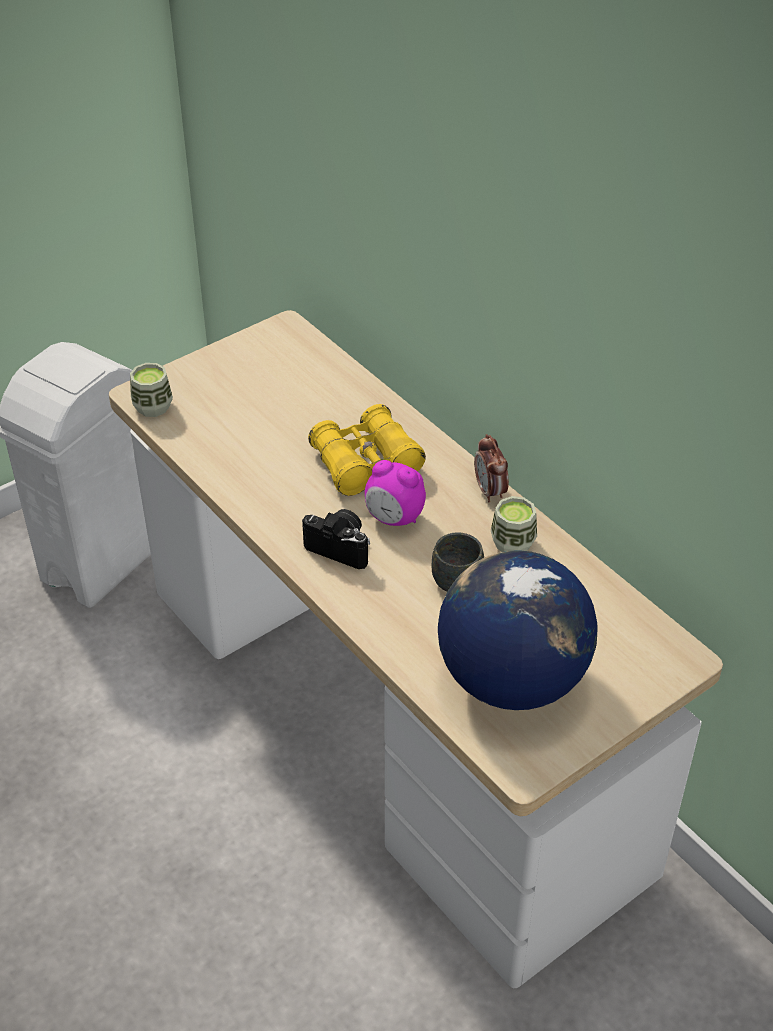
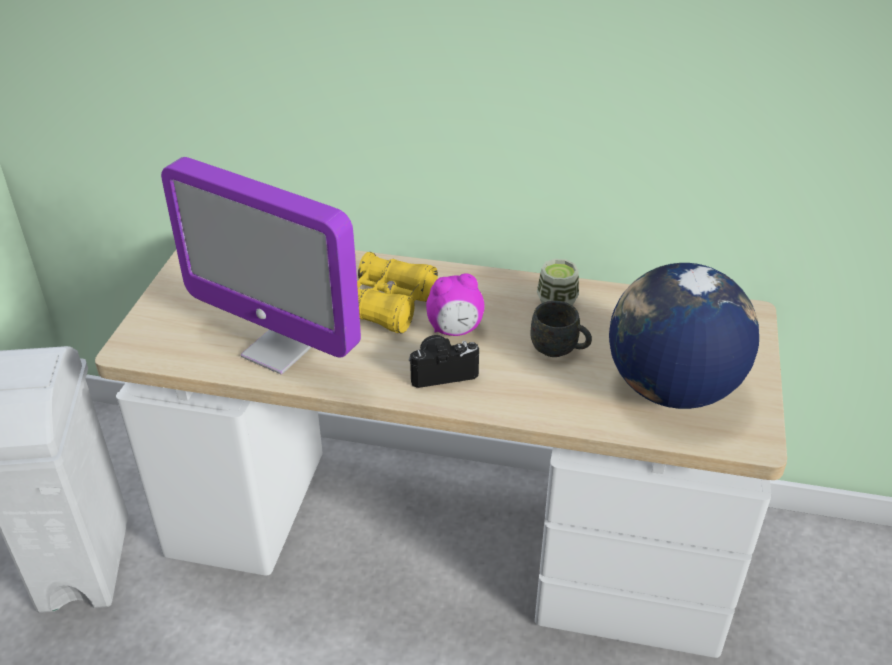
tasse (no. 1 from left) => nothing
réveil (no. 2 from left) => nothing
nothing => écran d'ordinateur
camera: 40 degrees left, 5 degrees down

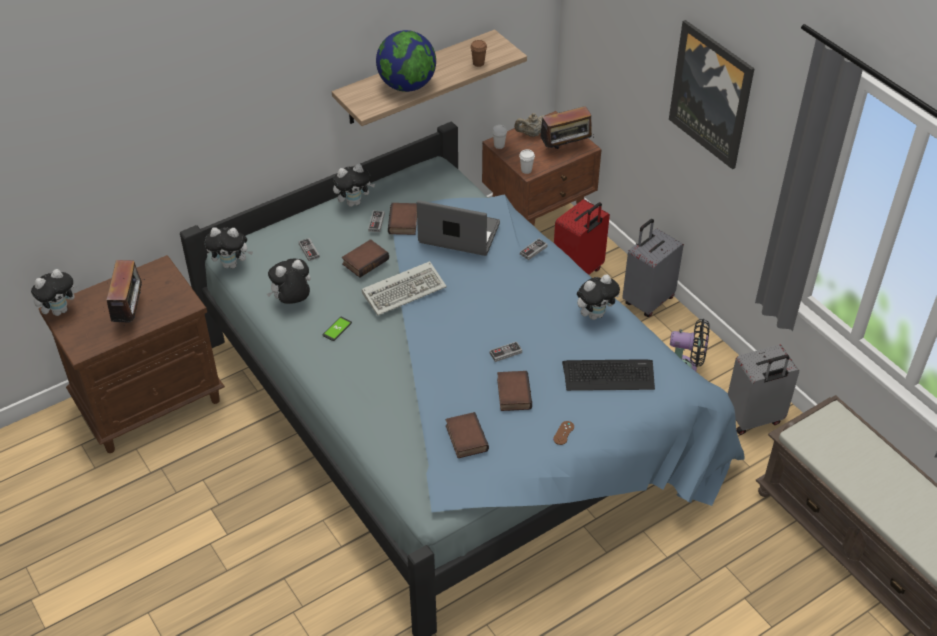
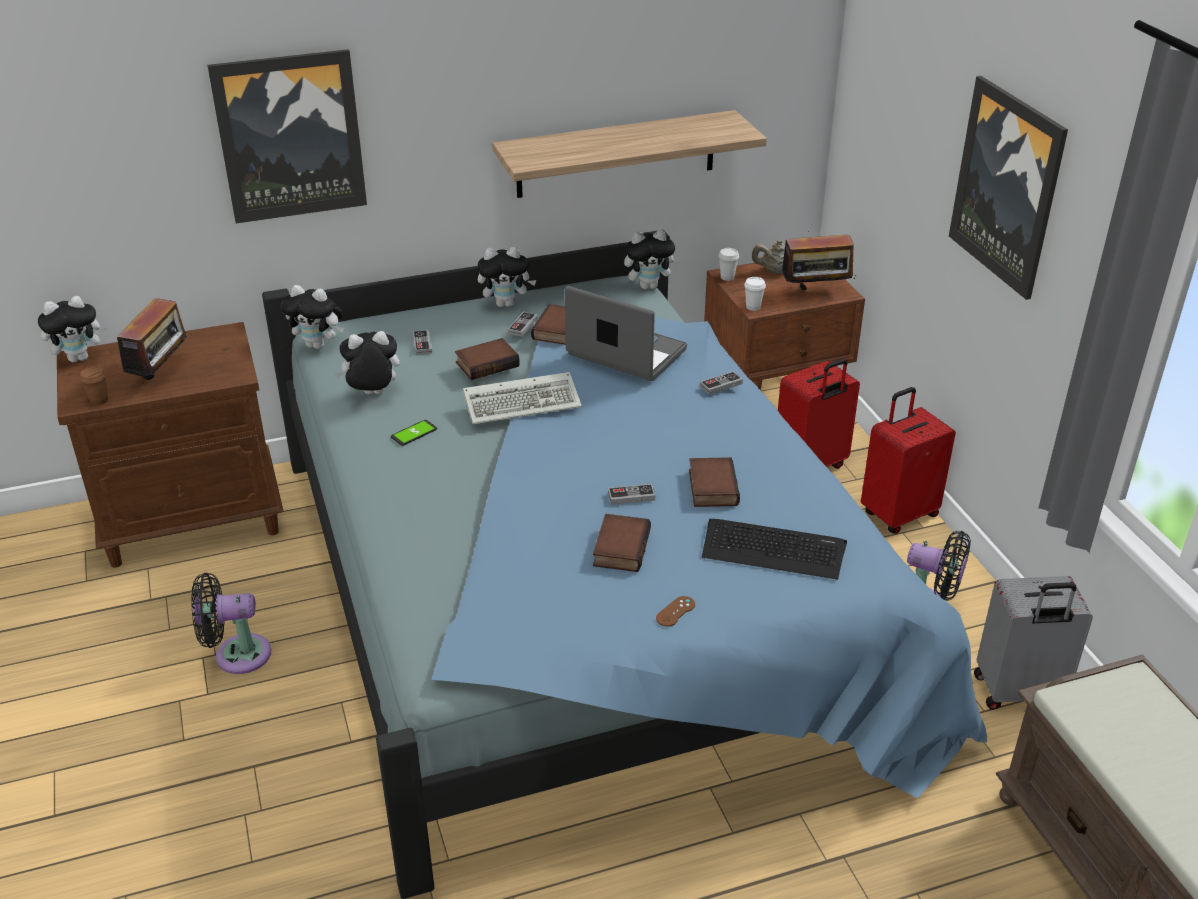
globe => nothing
nothing => ventilateur (noir) (no. 1 from left)
nothing => tableau (no. 1 from left)
livre (no. 3 from left in the first image) => livre (no. 4 from left), shifted
tasse (marron), shifted
peluche (no. 5 from left), shifted
valise (gris) (no. 1 from left) => valise (rouge) (no. 2 from left)
camera: 15 degrees right, 10 degrees down

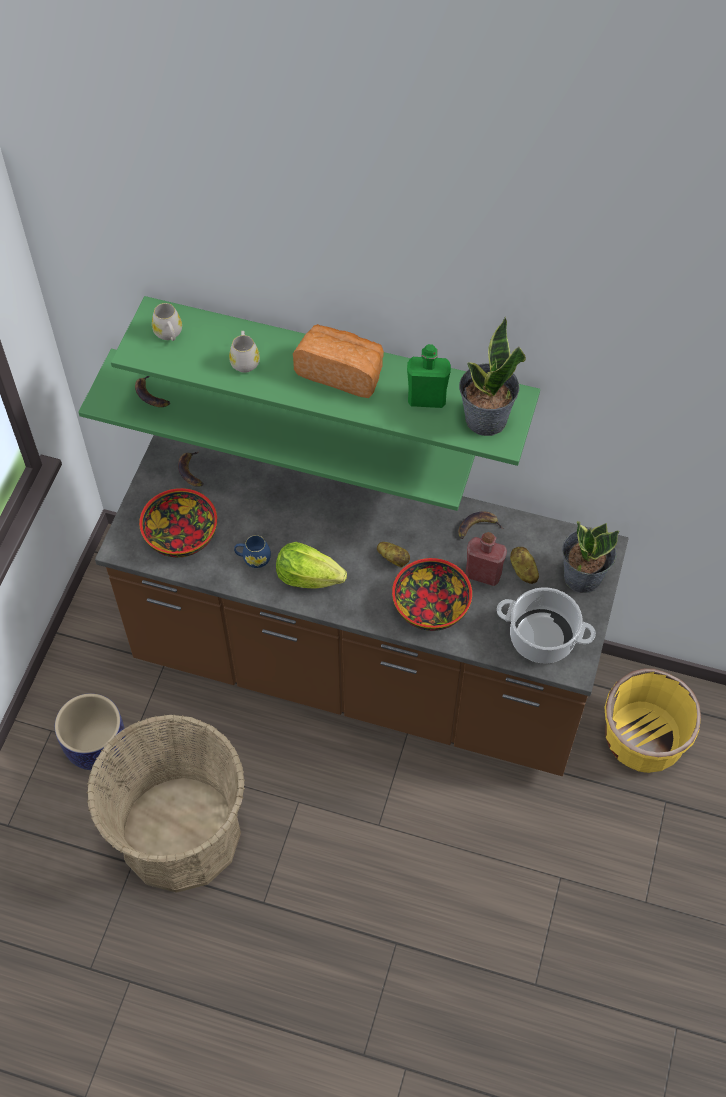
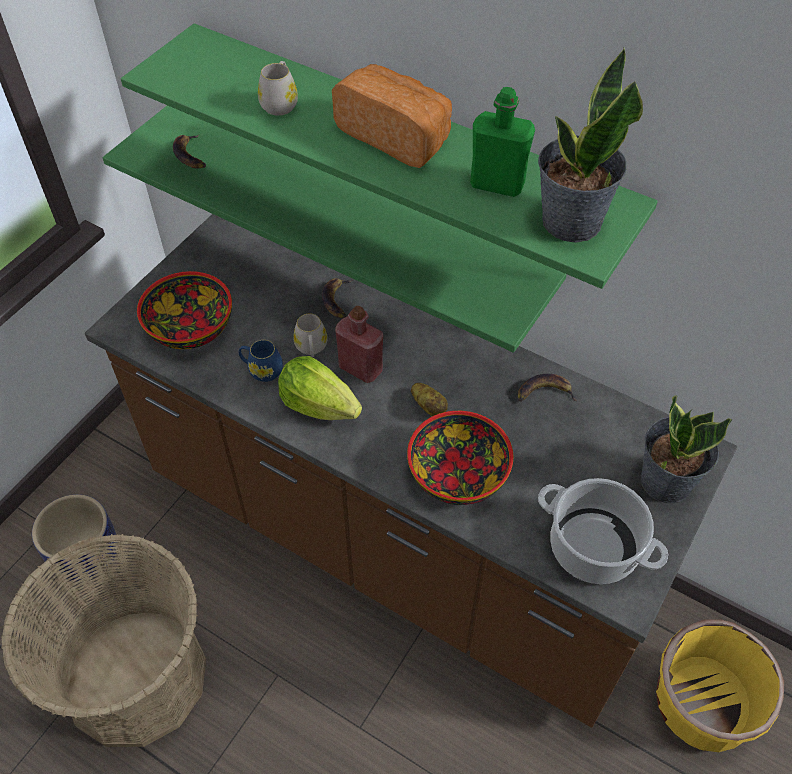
pomme de terre (no. 2 from left) => nothing
mug (blanc) (no. 1 from left in the first image) => mug (blanc) (no. 2 from left), shifted
banane (no. 2 from left), shifted
bouteille (rouge), shifted
camera: 15 degrees right, 5 degrees down

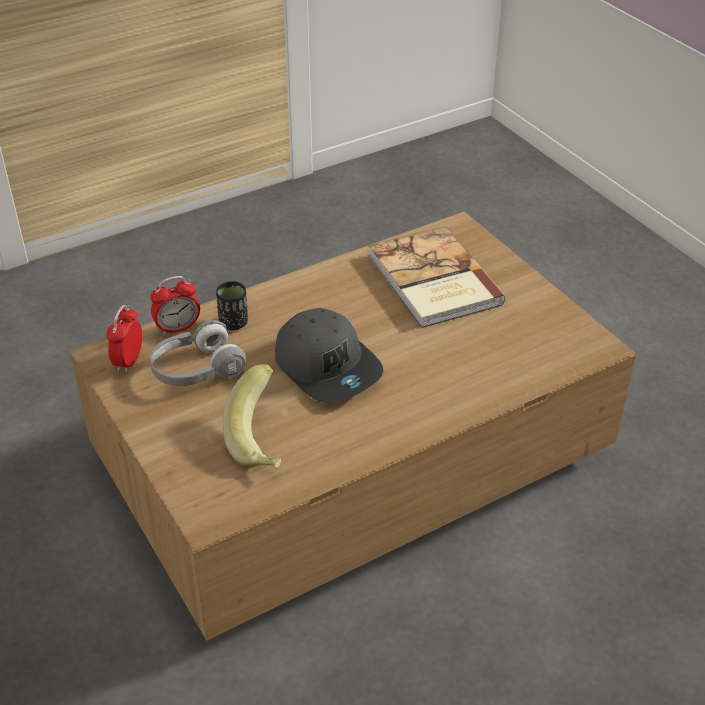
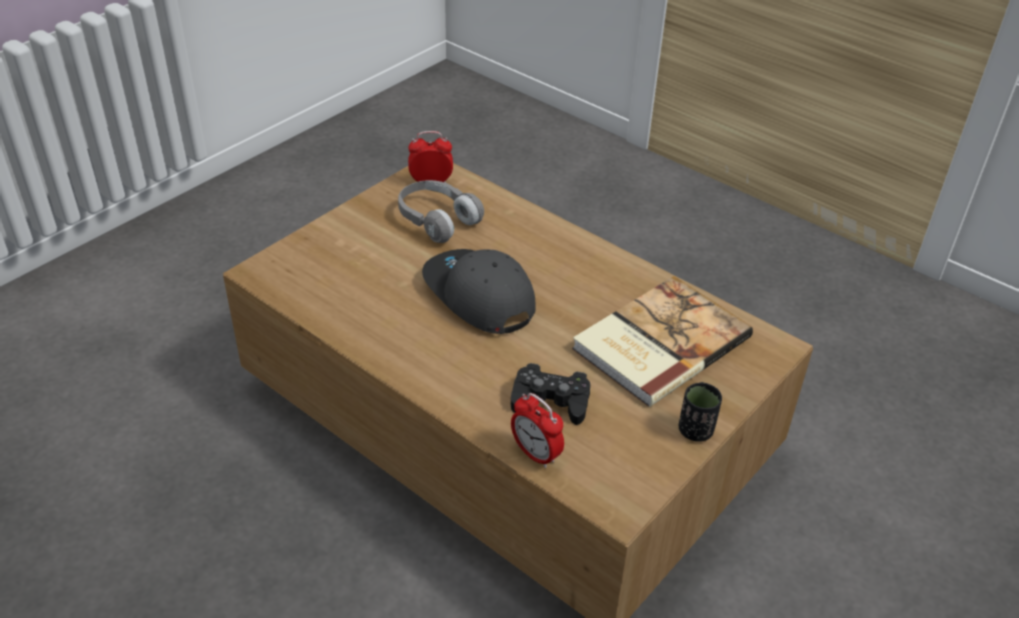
banane => nothing
nothing => manette (noir)
réveil (no. 2 from left), shifted
tasse (noir), shifted
casquette (gris), 105 degrees clockwise
camera: 70 degrees right, 0 degrees up

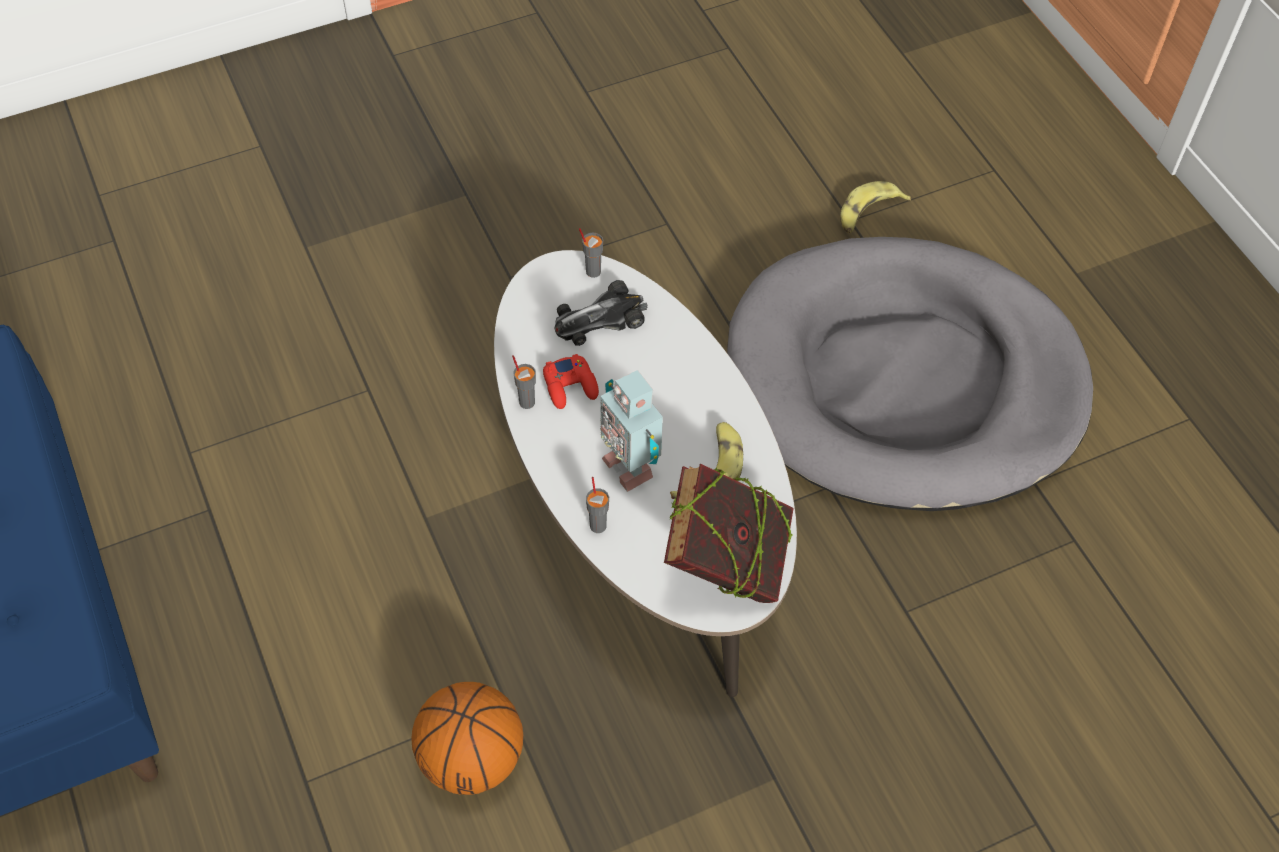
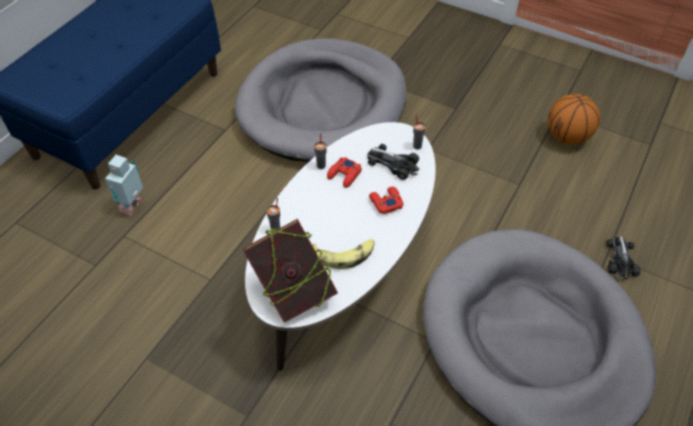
nothing => panier pour chien (gris) (no. 1 from left)
nothing => manette (rouge) (no. 2 from left)
ballon de basket, shifted
robot jouet, shifted
banane (no. 2 from left) => petite voiture (no. 2 from left)
camera: 55 degrees right, 5 degrees down

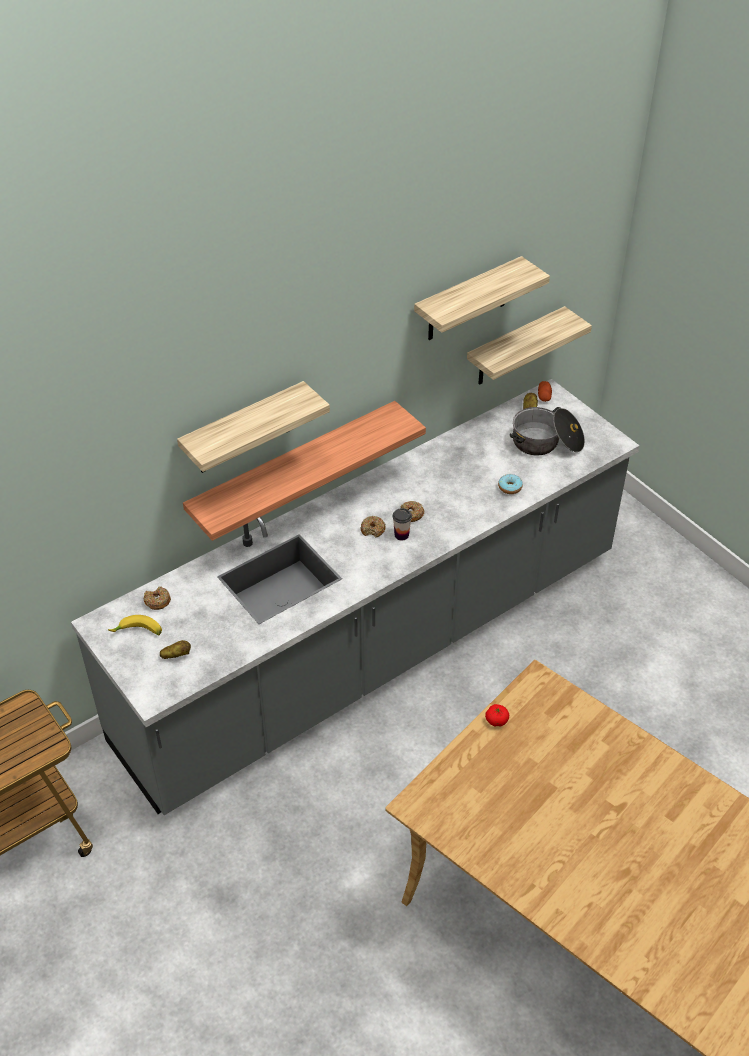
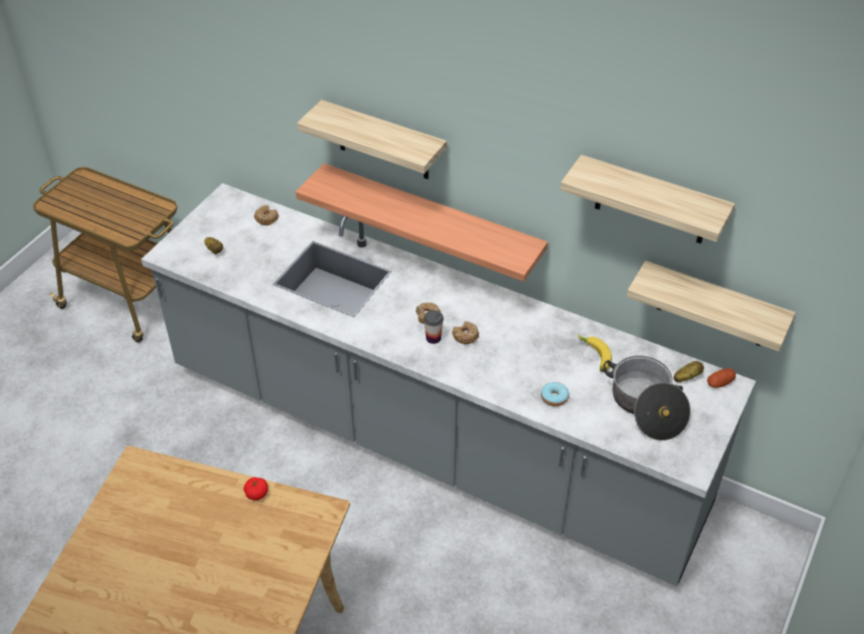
banane, shifted
camera: 65 degrees right, 0 degrees up

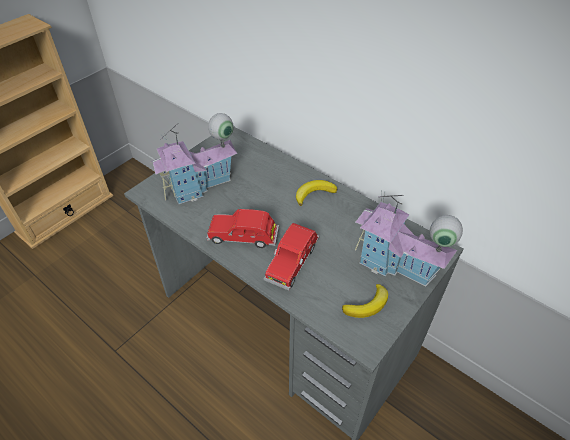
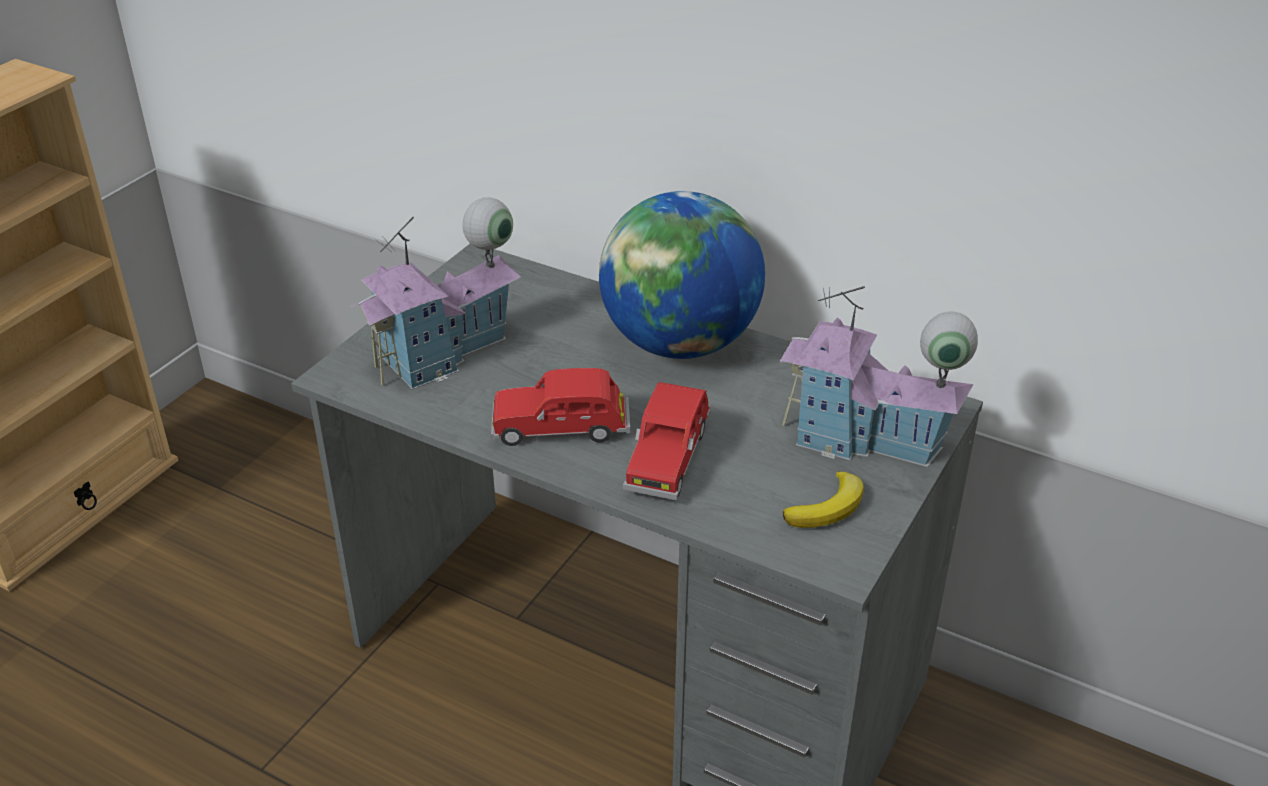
banane (no. 1 from left) => globe
camera: 10 degrees left, 10 degrees down

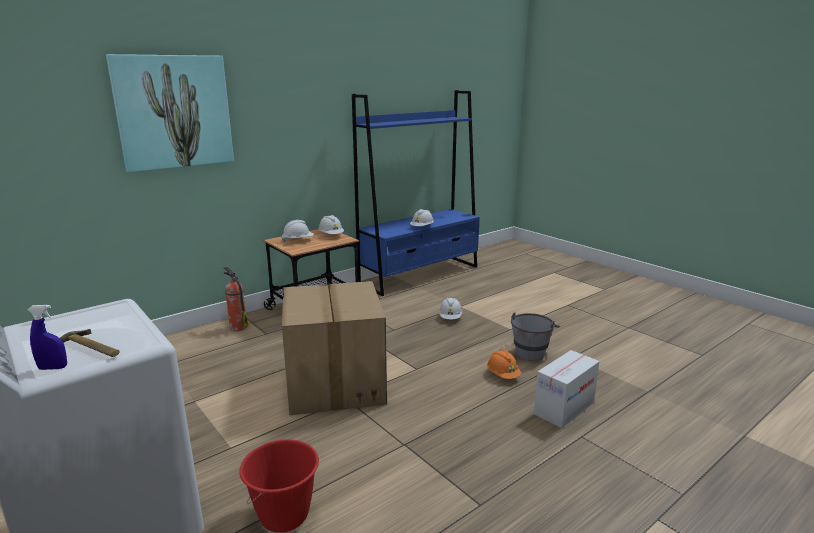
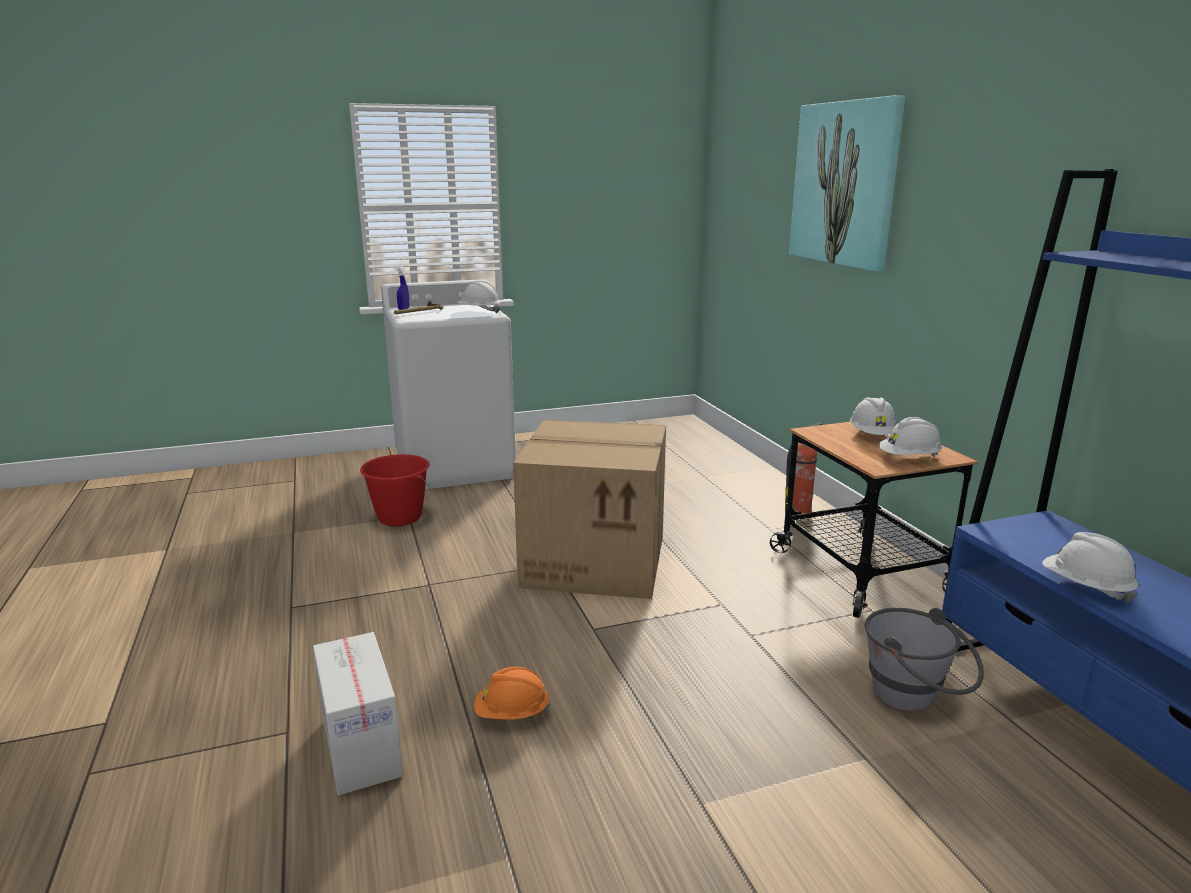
casque de chantier (blanc) (no. 4 from left in the first image) => casque de chantier (blanc) (no. 1 from left), shifted
seau (gris), shifted
camera: 110 degrees right, 0 degrees up

